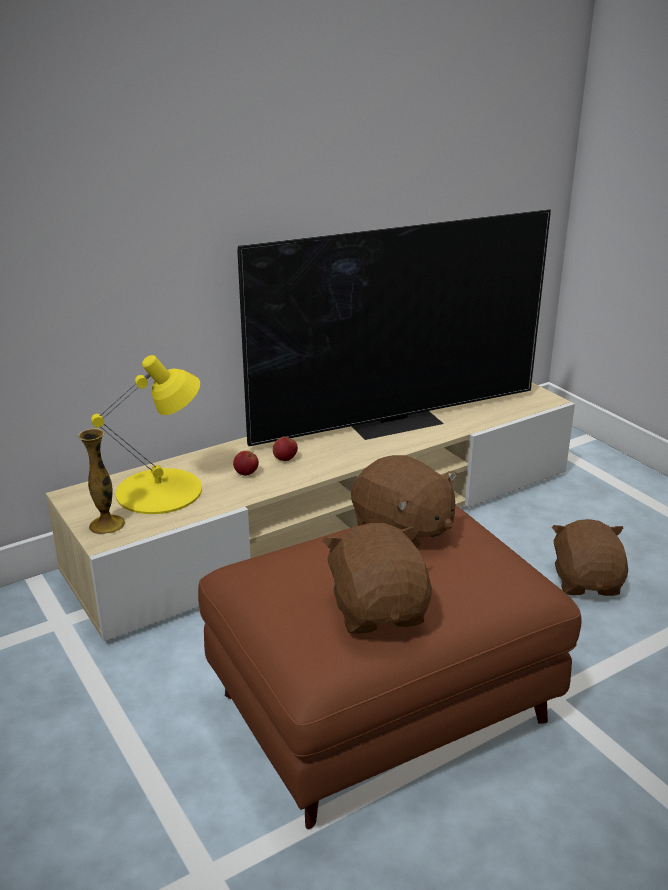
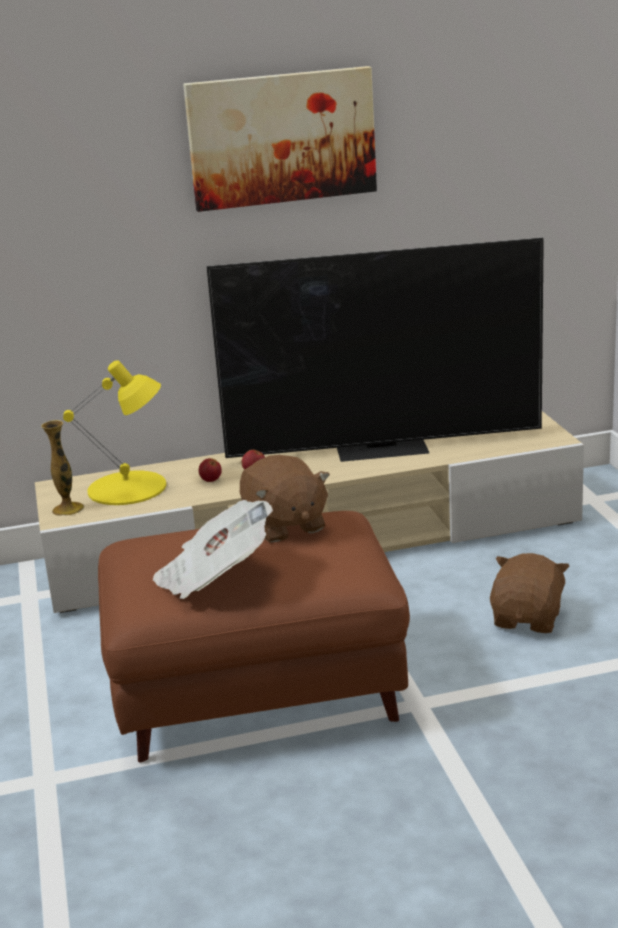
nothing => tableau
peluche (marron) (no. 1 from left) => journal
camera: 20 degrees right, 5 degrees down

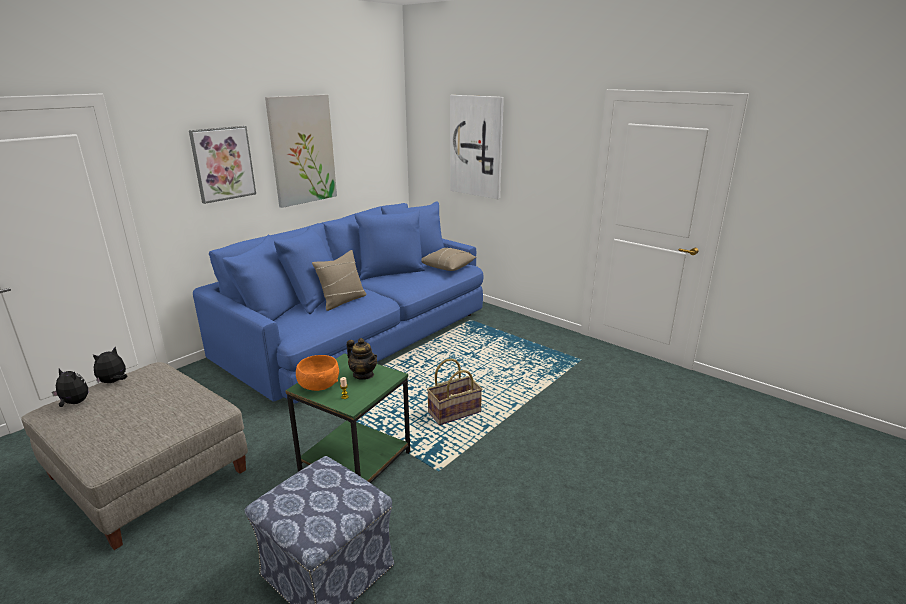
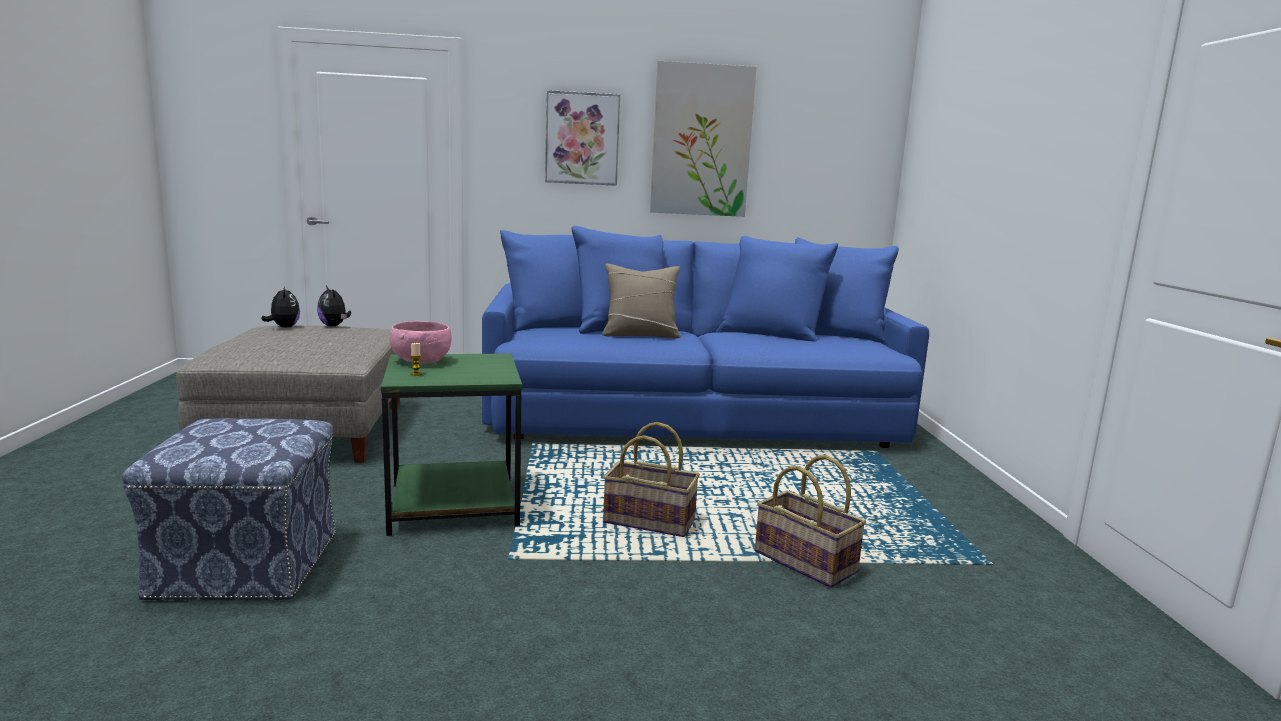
théière => nothing
coussin (beige) (no. 2 from left) => nothing
tableau (no. 3 from left) => nothing
nothing => panier (no. 2 from left)
bol (orange) => bol (rose)
peluche (no. 2 from left), 120 degrees counterclockwise
camera: 45 degrees right, 10 degrees down

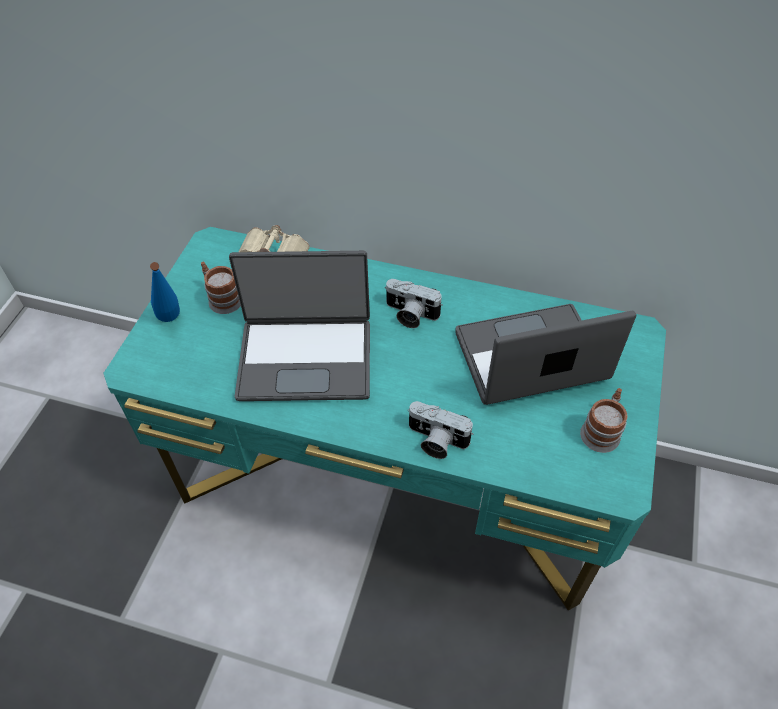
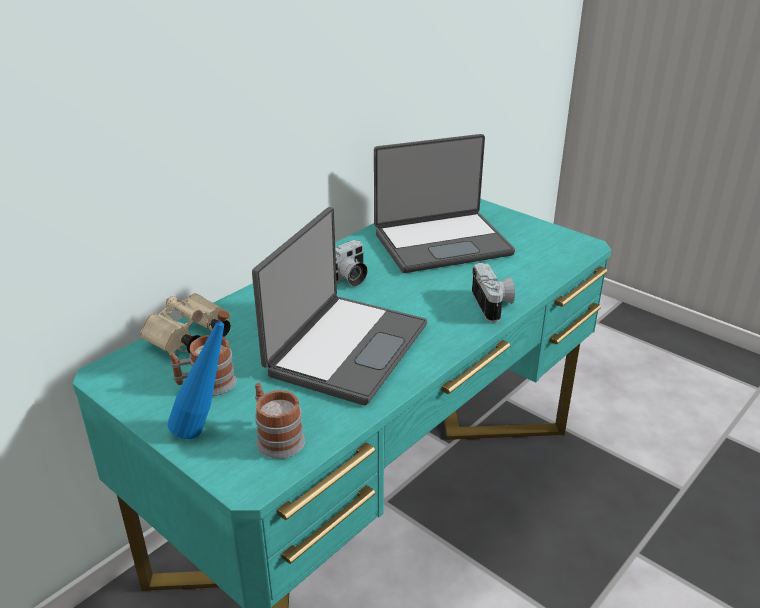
mug (no. 2 from left), shifted
appareil photo (no. 2 from left), 60 degrees counterclockwise
ordinateur portable (no. 2 from left), 120 degrees counterclockwise
camera: 65 degrees left, 20 degrees down

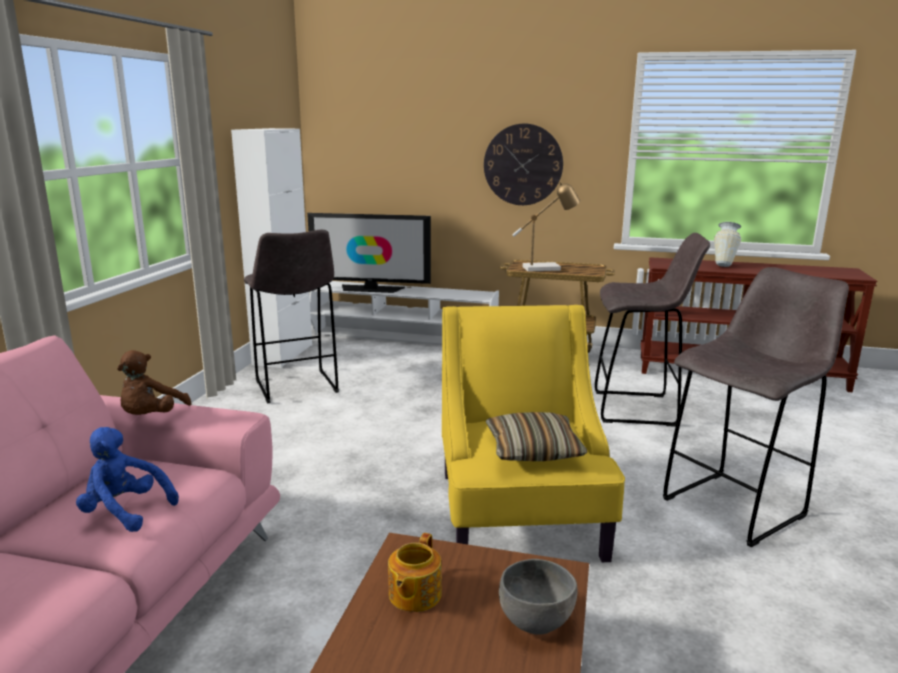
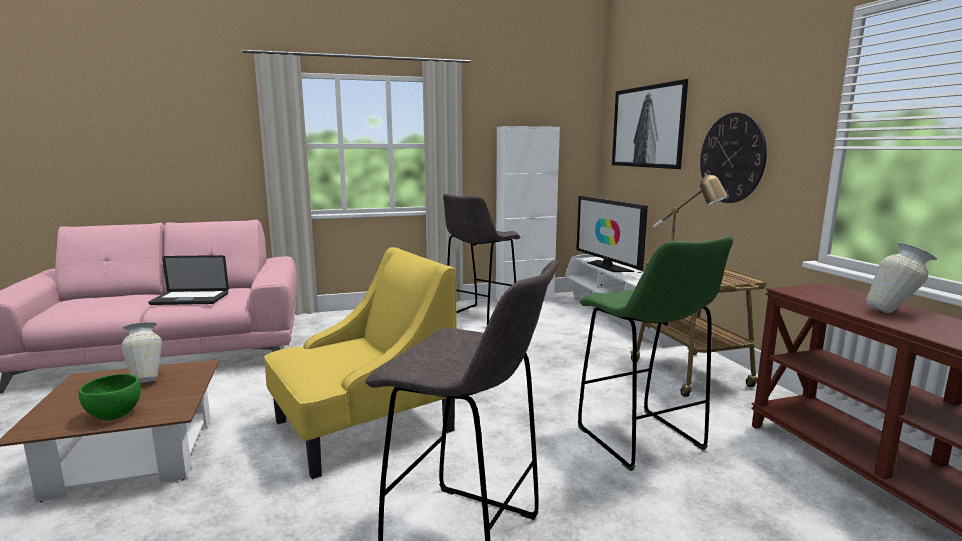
peluche (marron) => nothing
coussin => nothing
nothing => tableau
peluche (bleu) => ordinateur portable
théière => vase (no. 1 from left)
bol (gris) => bol (vert)
tabouret (gris) (no. 2 from left) => tabouret (vert)
camera: 60 degrees right, 5 degrees down

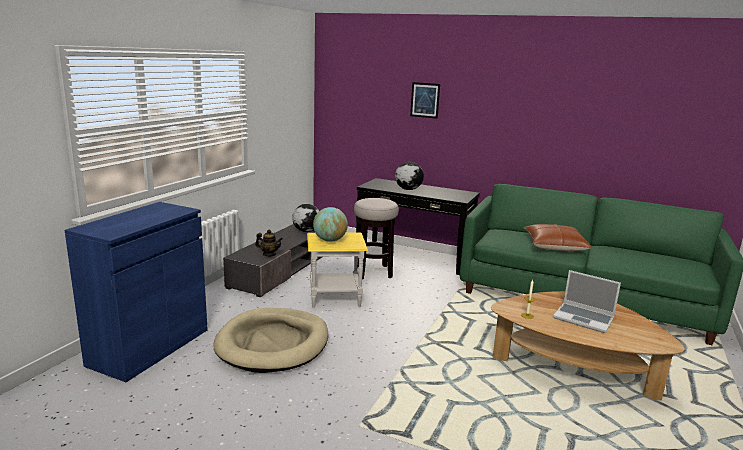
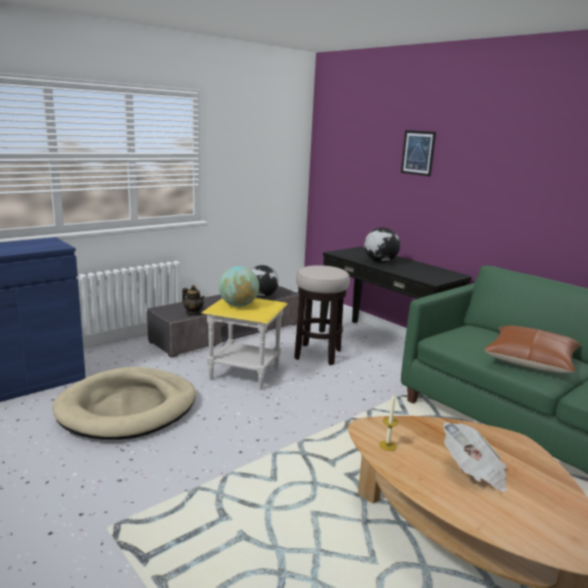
ordinateur portable => journal
camera: 25 degrees right, 0 degrees up

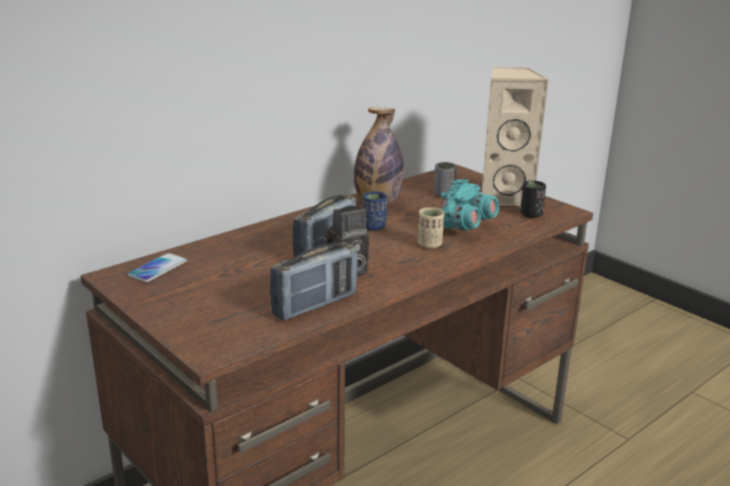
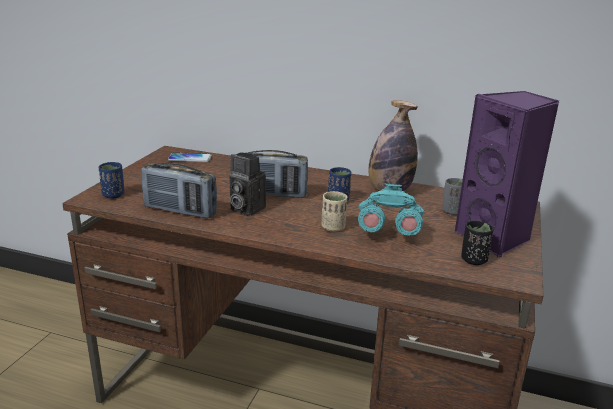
nothing => tasse (bleu) (no. 1 from left)
enceinte (beige) => enceinte (violet)
camera: 60 degrees right, 0 degrees up

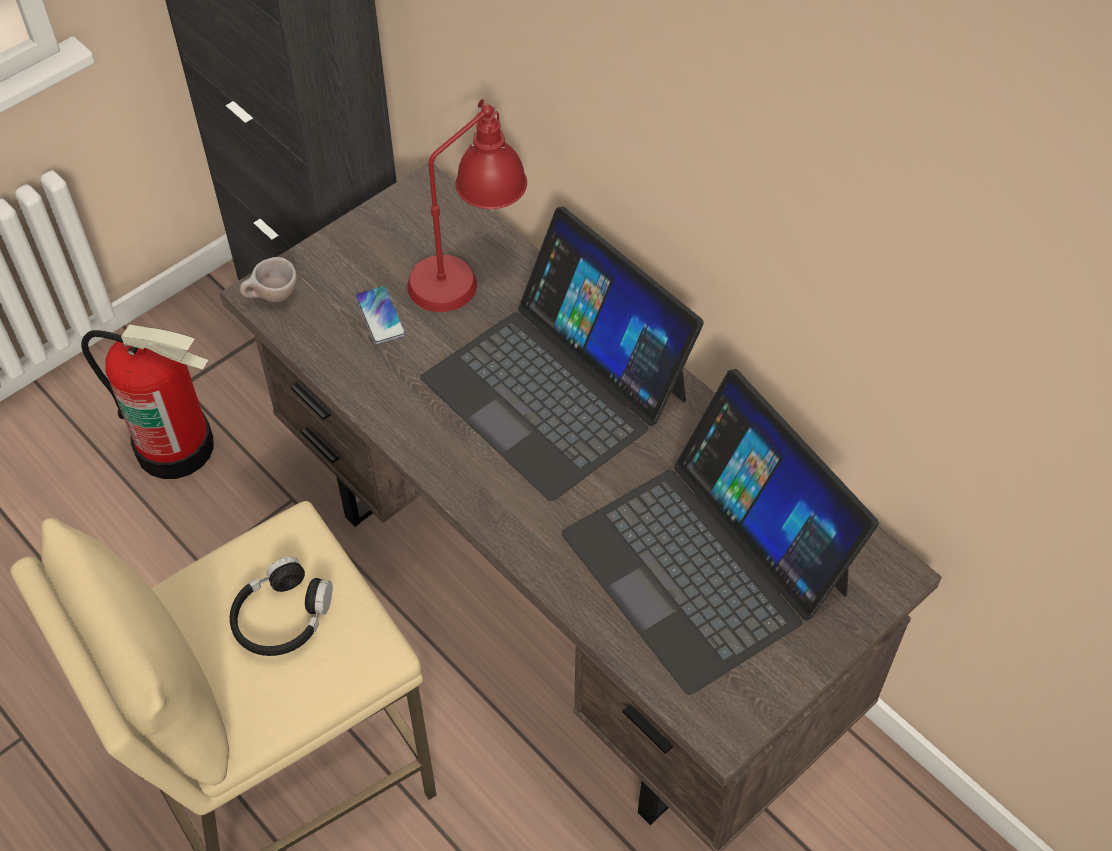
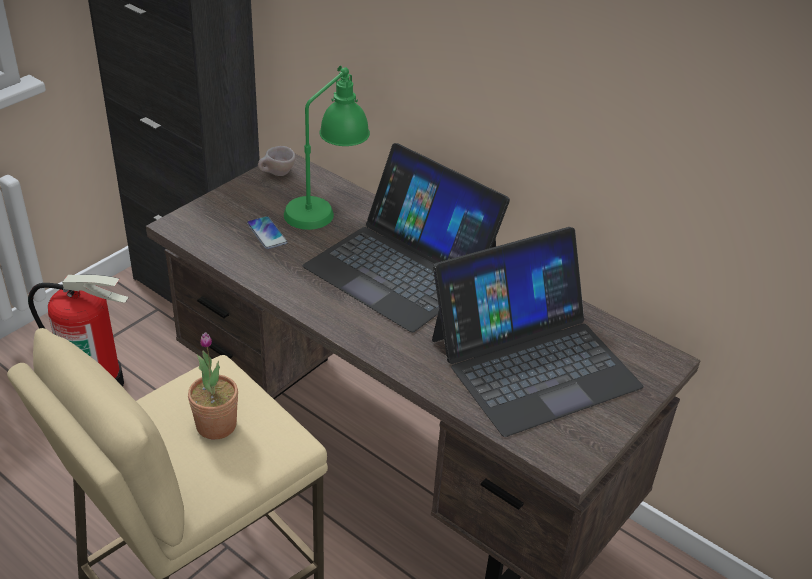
tasse (beige), shifted
casque audio (noir) => plante en pot
lampe de table (rouge) => lampe de table (vert)
ordinateur portable (no. 2 from left), 75 degrees counterclockwise
camera: 10 degrees left, 15 degrees down

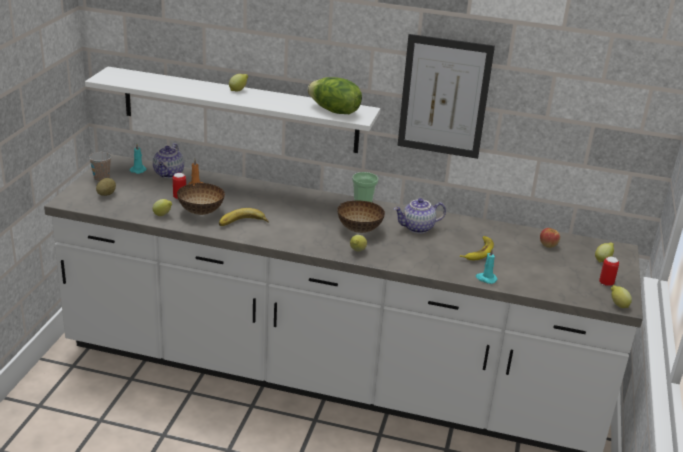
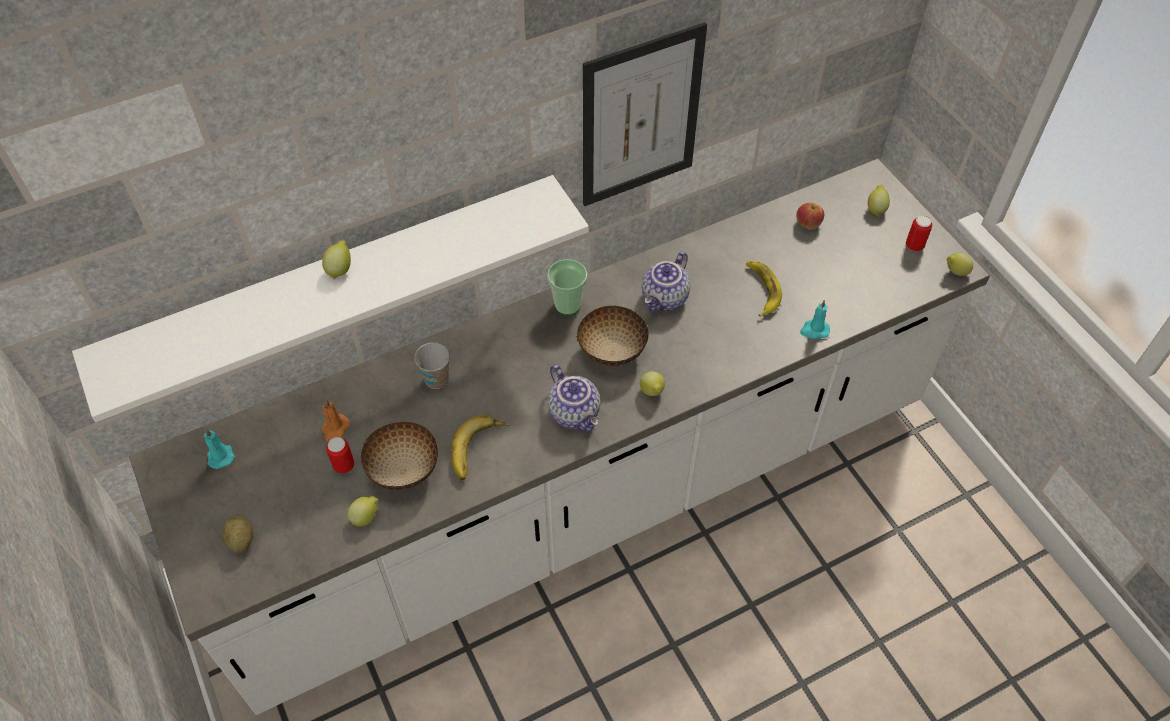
laitue => nothing
tasse (no. 1 from left), shifted
théière (no. 1 from left), shifted
camera: 40 degrees left, 25 degrees up

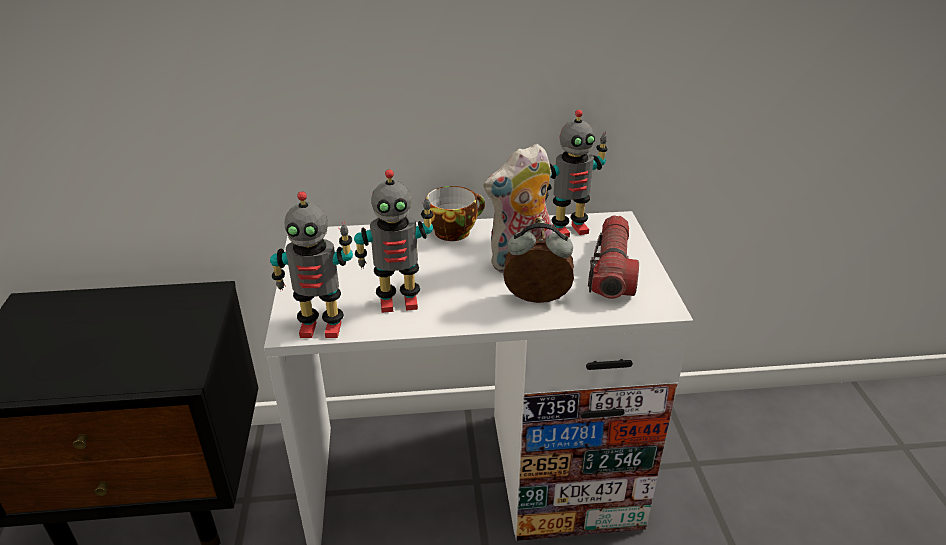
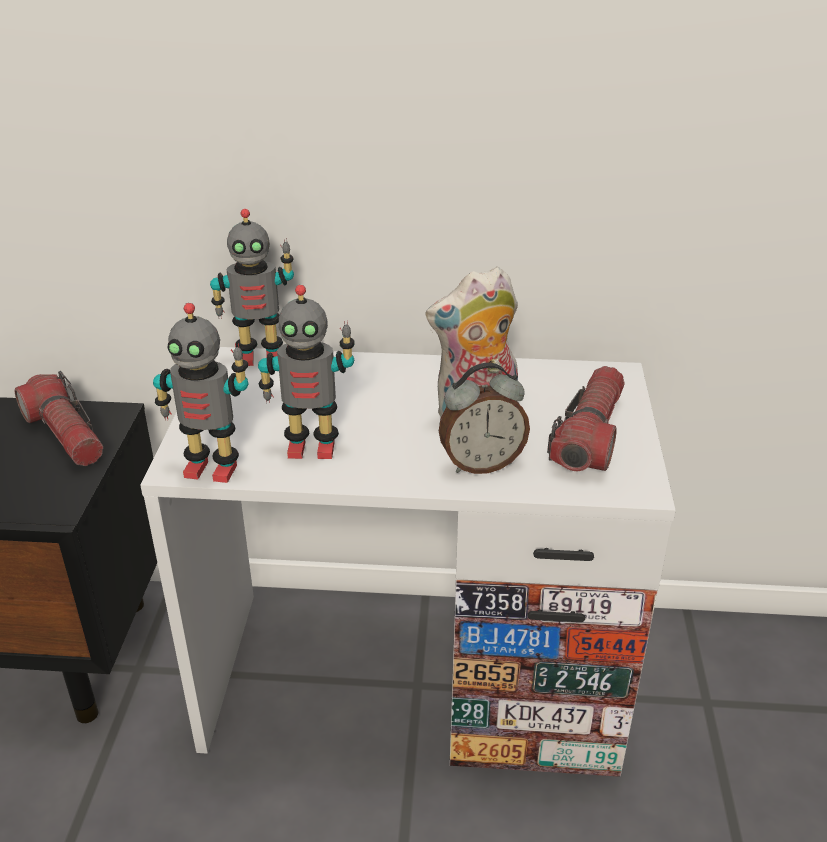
tasse => nothing
nothing => lampe de poche (no. 1 from left)
robot jouet (no. 3 from left in the first image) => robot jouet (no. 2 from left), shifted
réveil, 150 degrees clockwise
camera: 10 degrees right, 0 degrees up

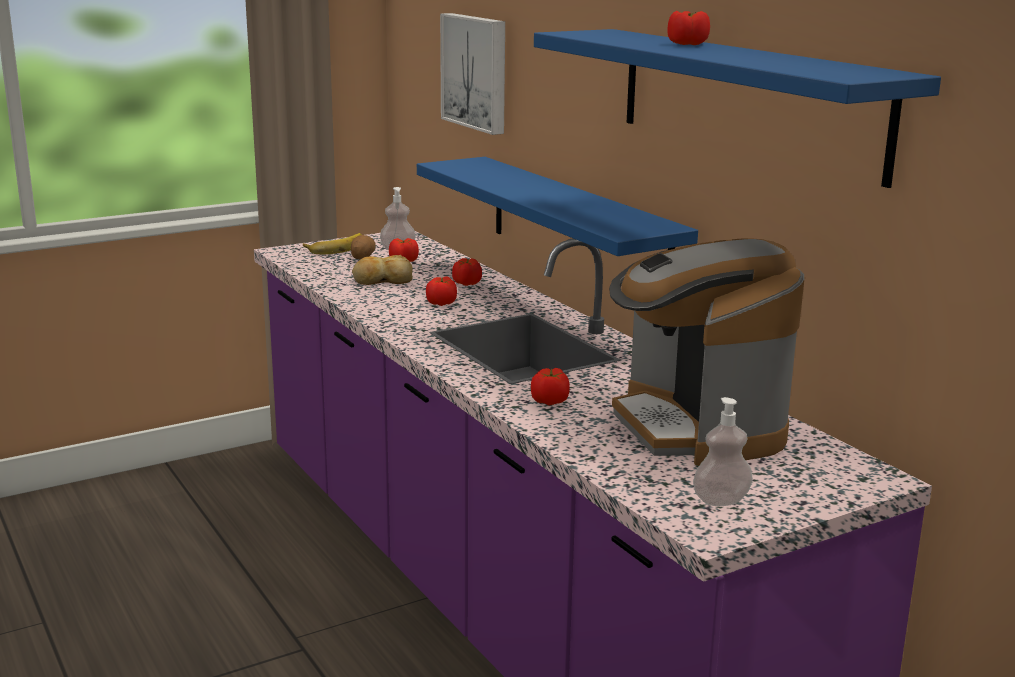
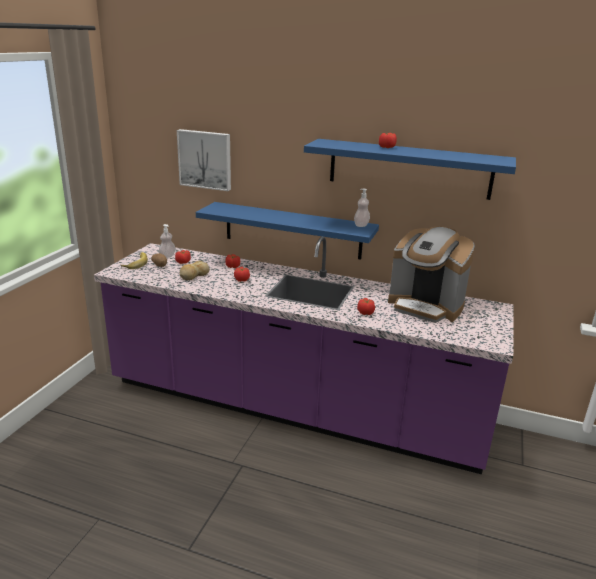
distributeur de savon (no. 2 from left), shifted
camera: 40 degrees left, 5 degrees up

